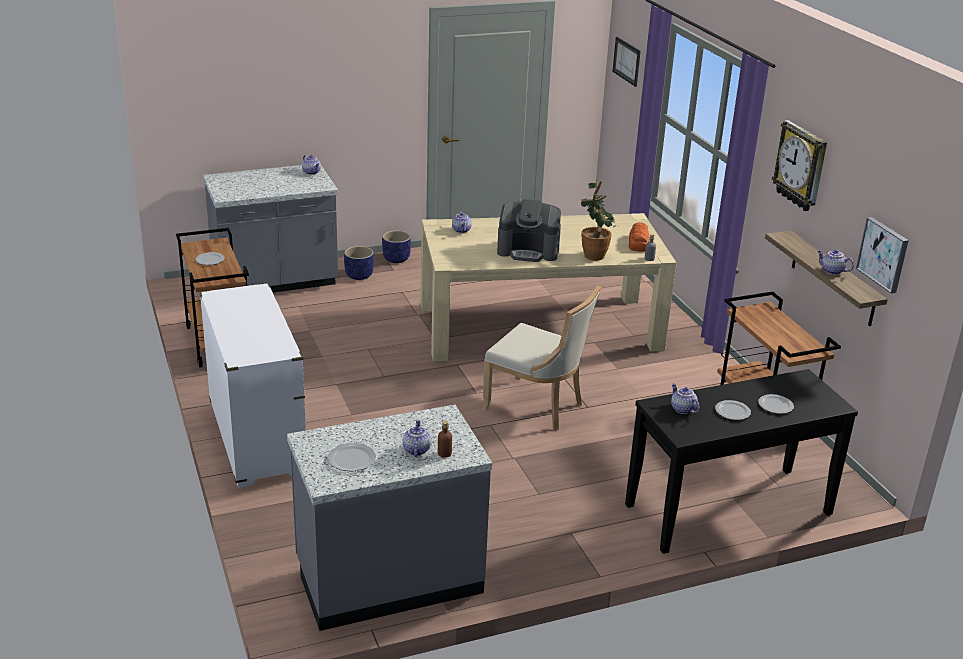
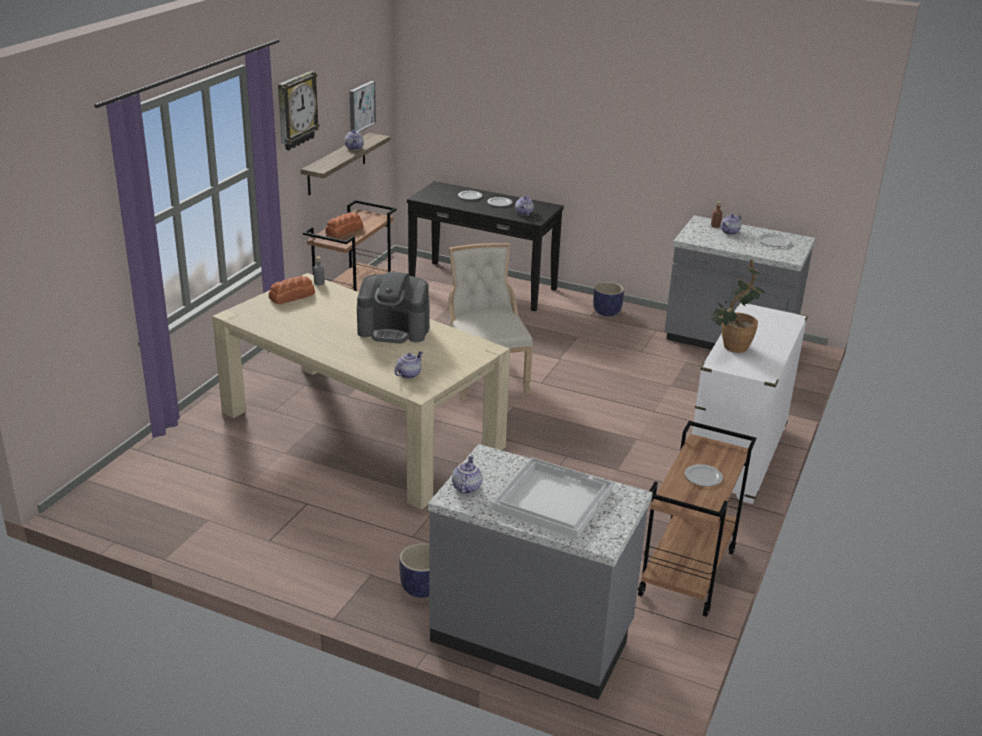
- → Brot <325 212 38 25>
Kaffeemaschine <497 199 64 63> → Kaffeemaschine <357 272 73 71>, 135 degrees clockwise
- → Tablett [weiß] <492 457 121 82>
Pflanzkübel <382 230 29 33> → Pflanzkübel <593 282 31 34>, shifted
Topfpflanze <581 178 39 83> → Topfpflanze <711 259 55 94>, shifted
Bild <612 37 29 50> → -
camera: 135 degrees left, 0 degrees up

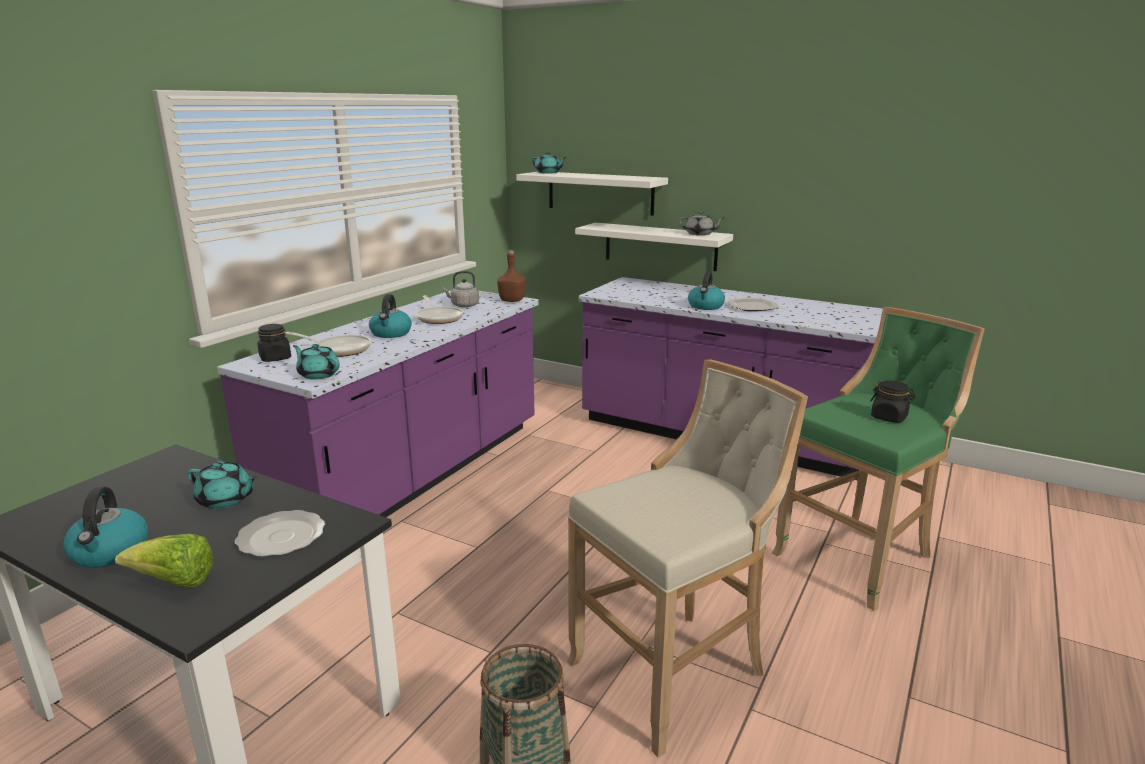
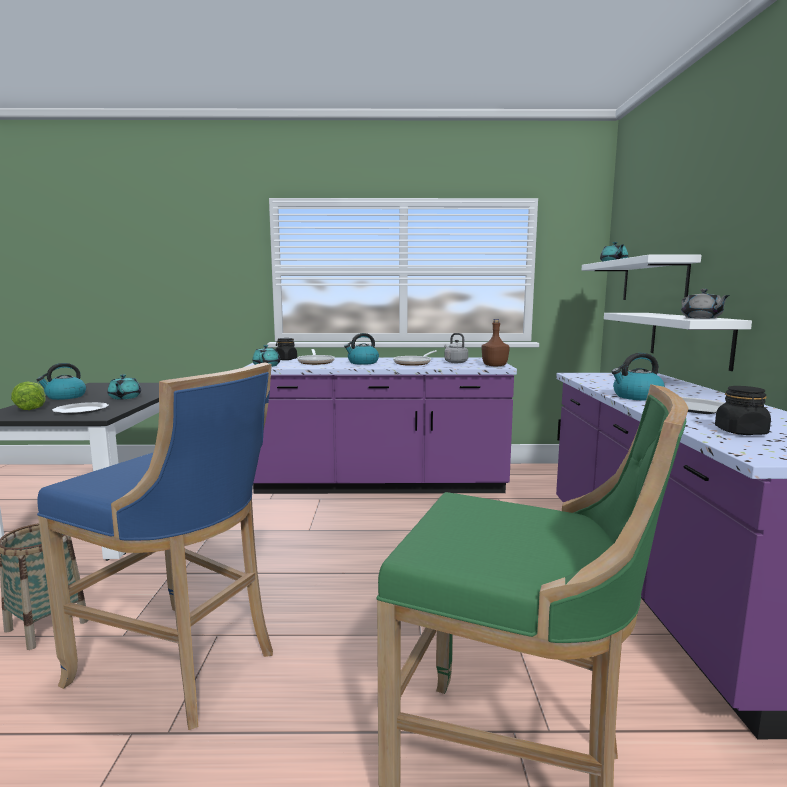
Hocker [beige] <567 359 241 399> → Hocker [blau] <37 362 236 368>
Vorratsglas [schwarz] <870 380 45 43> → Vorratsglas [schwarz] <715 386 56 49>, shifted
camera: 60 degrees right, 10 degrees down

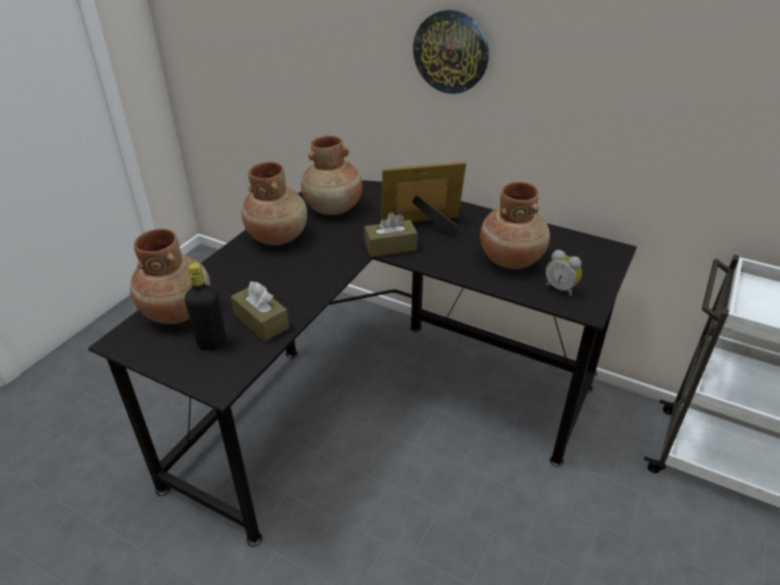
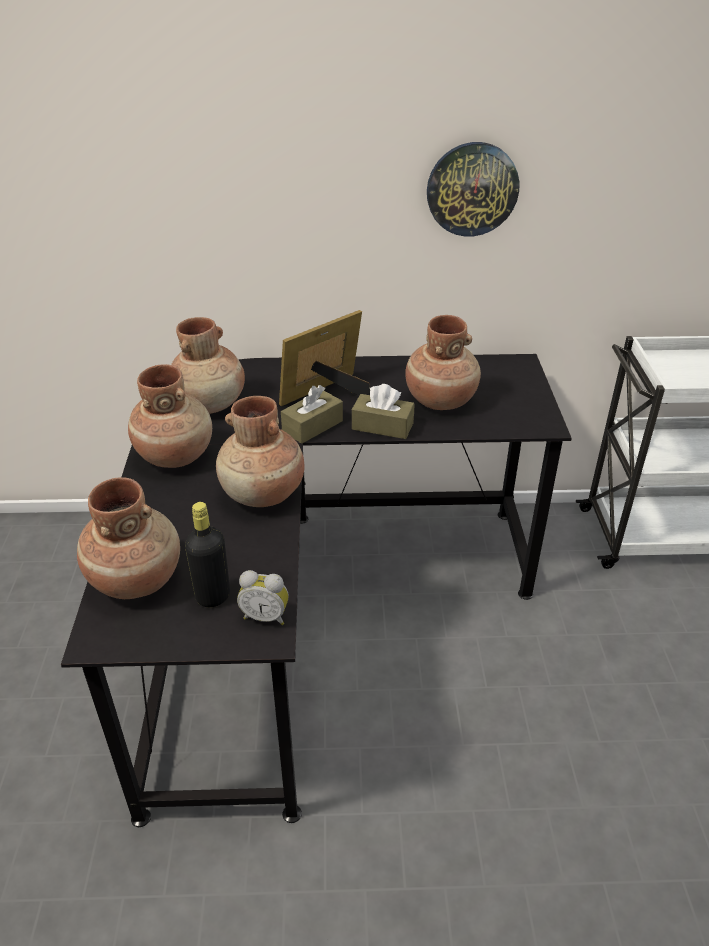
- → Vase [braun] <216 396 88 111>
Wecker <545 250 37 47> → Wecker <237 570 52 55>, shifted
Taschentuchbox [braun] <231 281 59 60> → Taschentuchbox [braun] <352 384 63 55>, shifted
Wanduhr <413 10 76 84> → Wanduhr <427 142 92 94>, shifted
camera: 30 degrees left, 0 degrees up

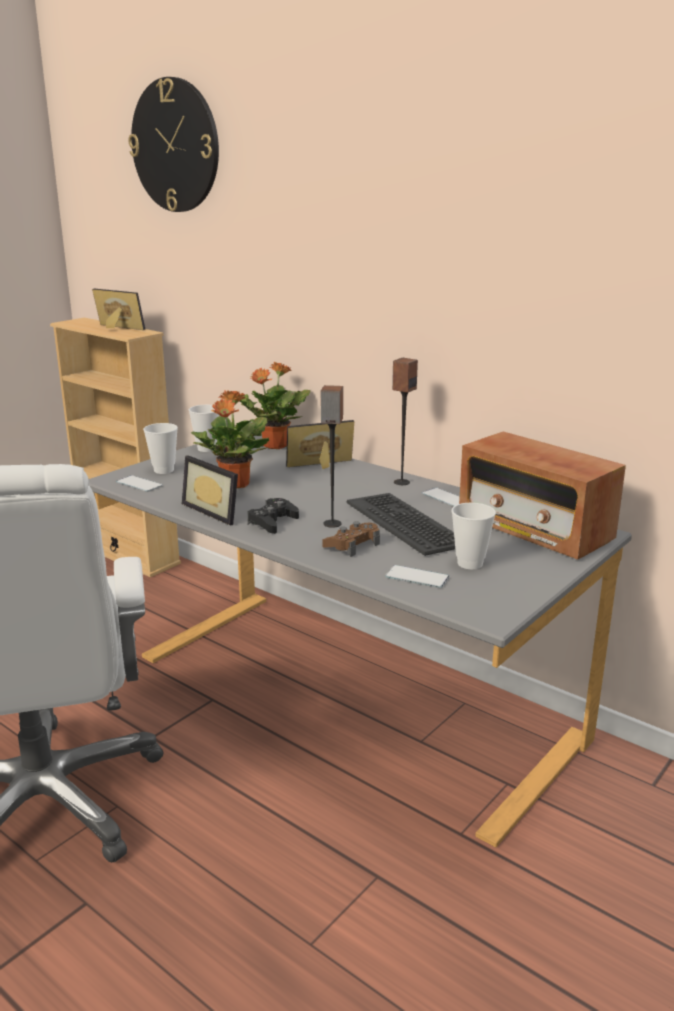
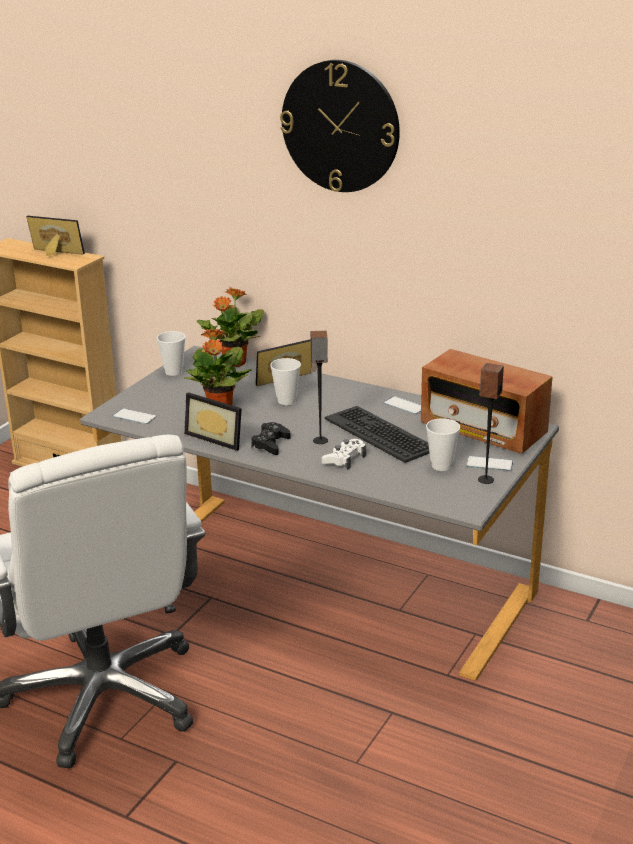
Tasse <143 423 35 51> → Tasse <270 358 31 47>, shifted
Wanduhr <129 77 90 135> → Wanduhr <280 60 120 132>, shifted
Gamepad [braun] <322 521 58 36> → Gamepad [weiß] <322 439 44 31>
Handy <385 565 64 23> → Handy <466 456 47 15>, shifted
Lautsprecher <392 358 26 127> → Lautsprecher <478 363 26 121>, shifted
camera: 10 degrees left, 5 degrees up

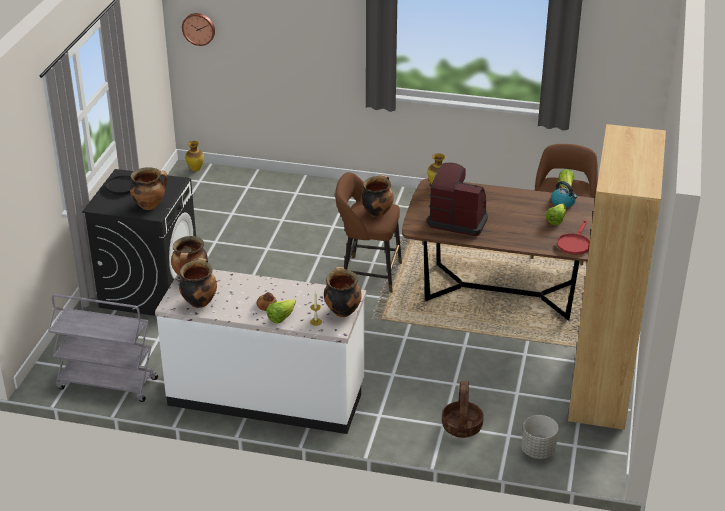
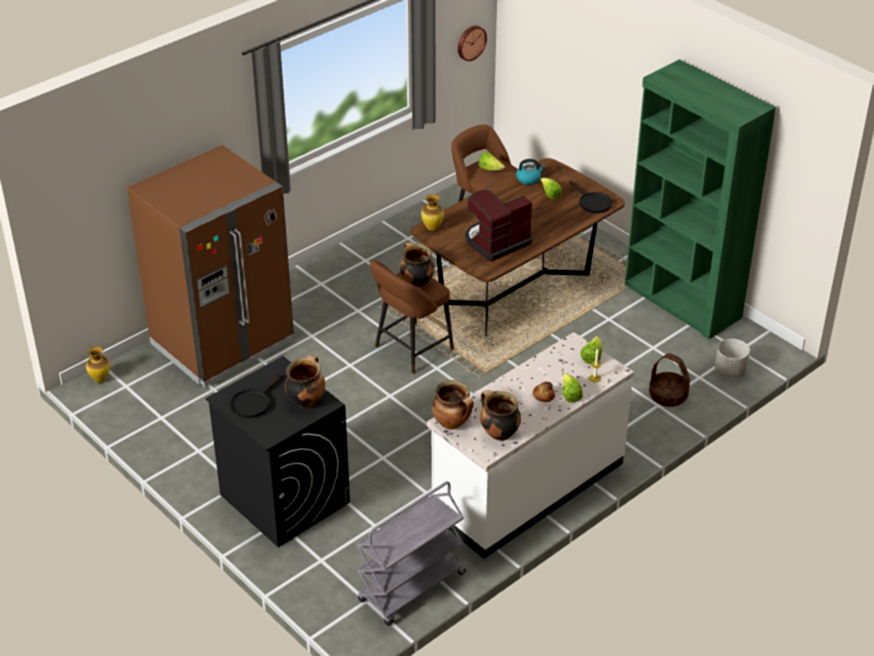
- → Kühlschrank [braun] <127 145 167 243>
Wanduhr <182 13 33 33> → Wanduhr <458 26 29 35>, shifted
Pfanne [rot] <557 220 33 35> → Pfanne [schwarz] <569 181 43 32>
Kochtopf <324 267 38 50> → Salatkopf <580 336 22 28>
Bücherregal [braun] <568 124 98 306> → Bücherregal [grün] <625 59 151 280>
camera: 55 degrees left, 5 degrees up

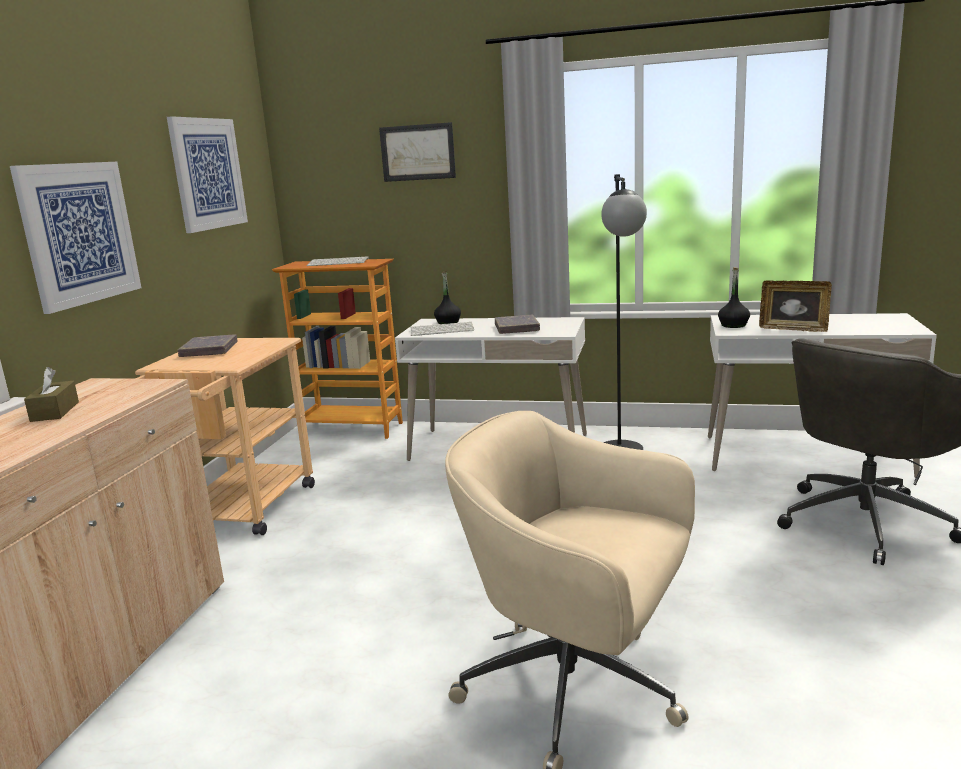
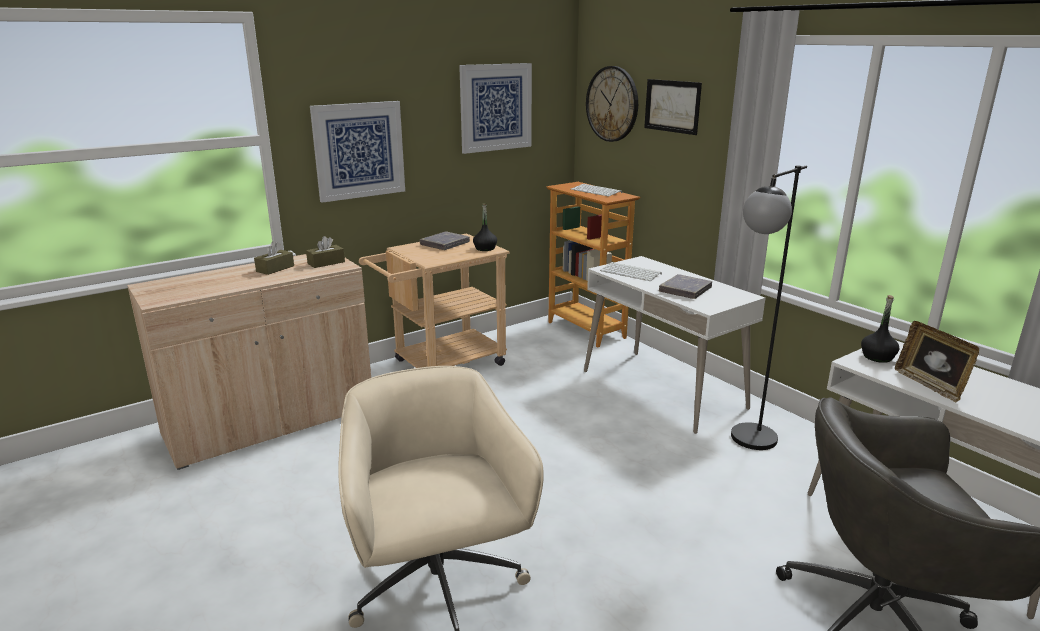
- → Taschentuchbox [braun] <306 236 39 32>
Flasche [schwarz] <434 271 27 53> → Flasche [schwarz] <473 203 24 48>, shifted
- → Wanduhr <586 66 52 76>
camera: 40 degrees right, 5 degrees up

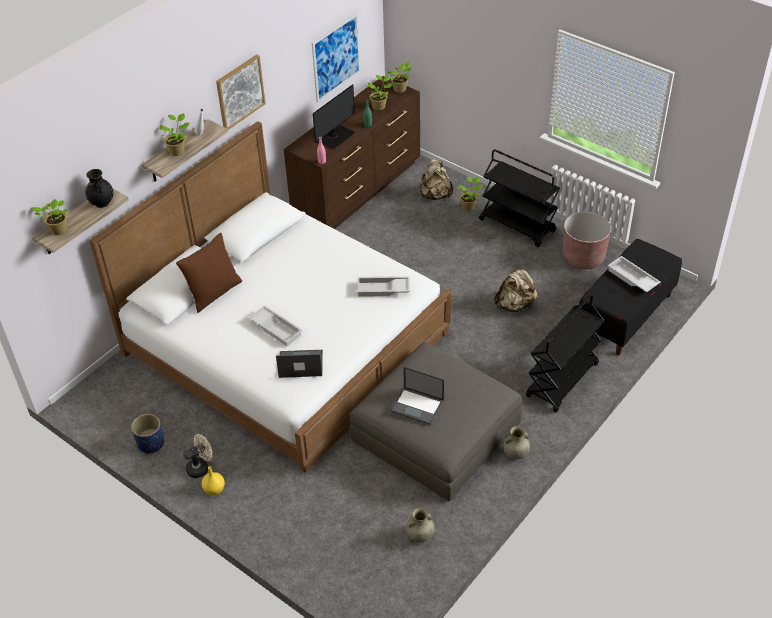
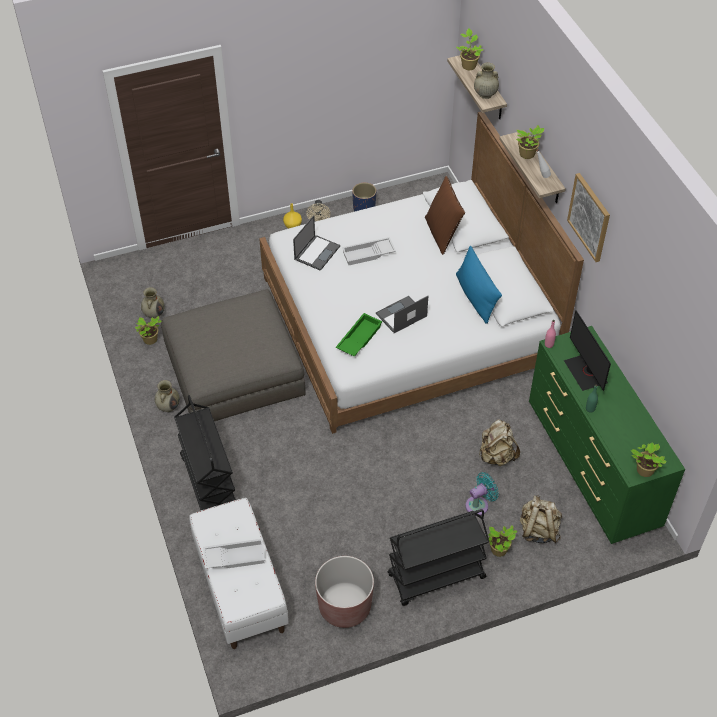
Topfpflanze <367 75 25 35> → Topfpflanze <135 316 26 29>, shifted
Bank [schwarz] <579 239 103 116> → Bank [weiß] <189 498 100 151>
Tablett [weiß] <357 276 53 21> → Tablett [grün] <336 313 46 44>
Laptop <390 367 54 58> → Laptop <376 296 52 37>, shifted
- → Kissen [blau] <456 246 46 78>
- → Ventilator [türkis] <465 472 34 44>
Vase [schwarz] <85 169 28 39> → Vase [beige] <474 62 25 37>
Rucksack [beige] <494 266 43 46> → Rucksack [beige] <479 419 41 47>, shifted
Kommode [braun] <284 76 136 153> → Kommode [grün] <529 326 156 218>
Bild <312 13 49 90> → -
camera: 120 degrees right, 5 degrees up

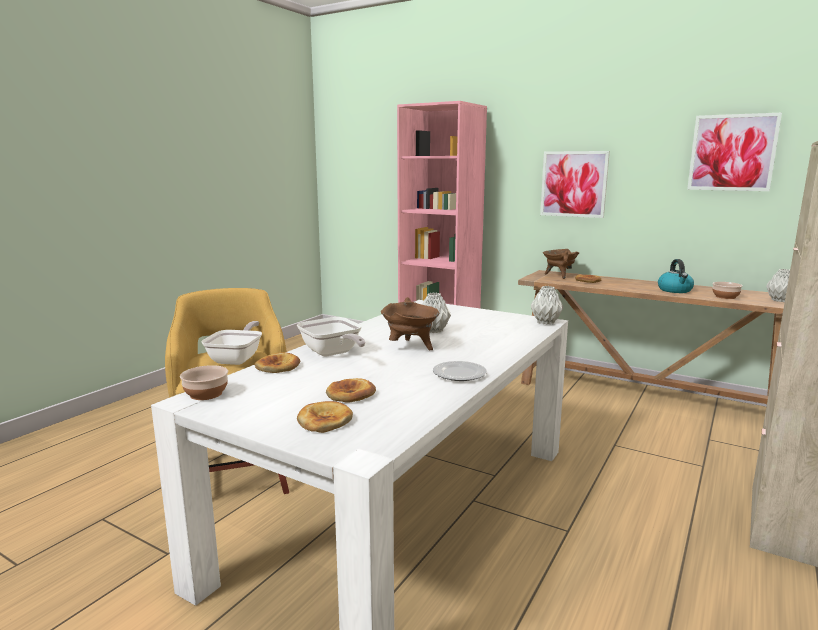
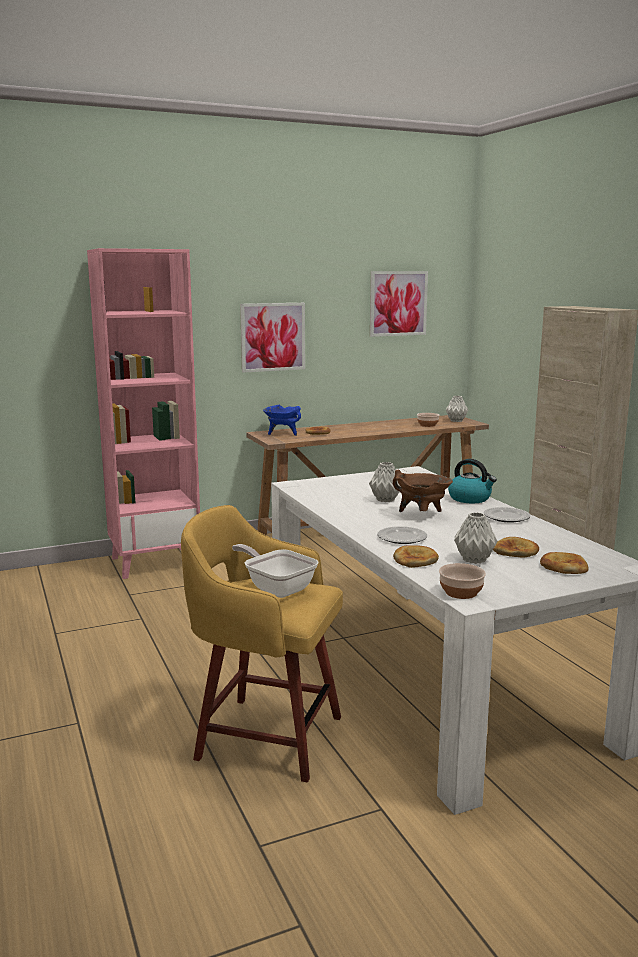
Kochtopf [braun] <543 249 36 30> → Kochtopf [blau] <263 405 38 31>
Pfanne <297 317 69 39> → Teller <377 526 50 18>
Wasserkessel <658 259 36 34> → Wasserkessel <448 459 49 44>, shifted
Vase [grau] <531 286 33 38> → Vase [grau] <454 512 44 52>, shifted
camera: 55 degrees left, 0 degrees up

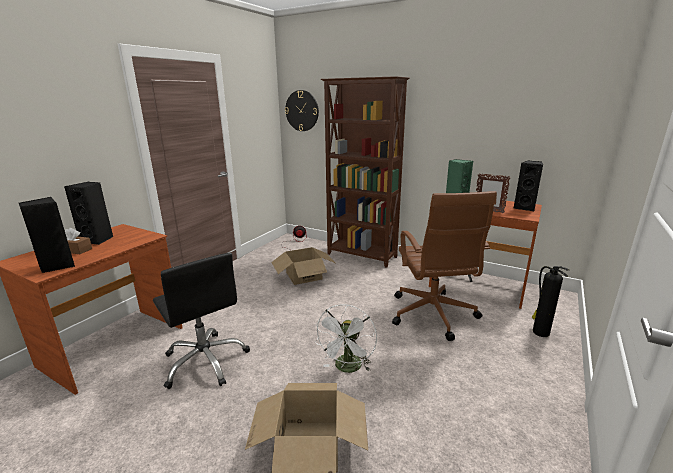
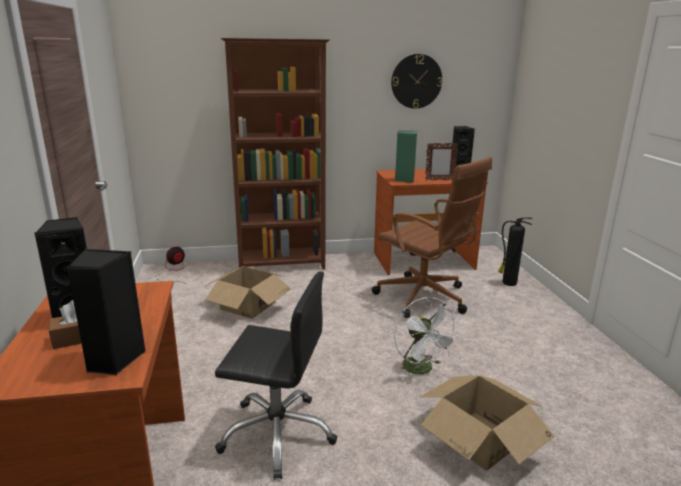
Wanduhr <285 90 34 41> → Wanduhr <391 54 51 55>, shifted
camera: 40 degrees left, 0 degrees up

